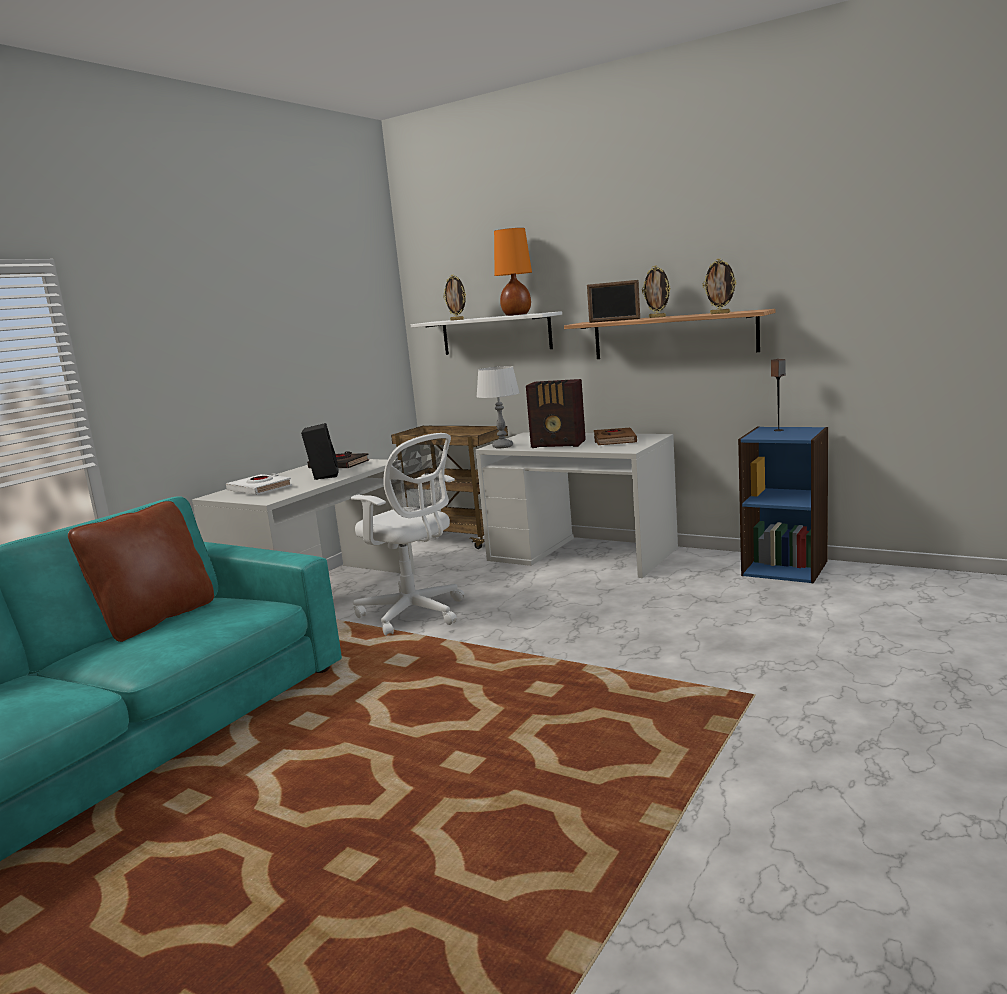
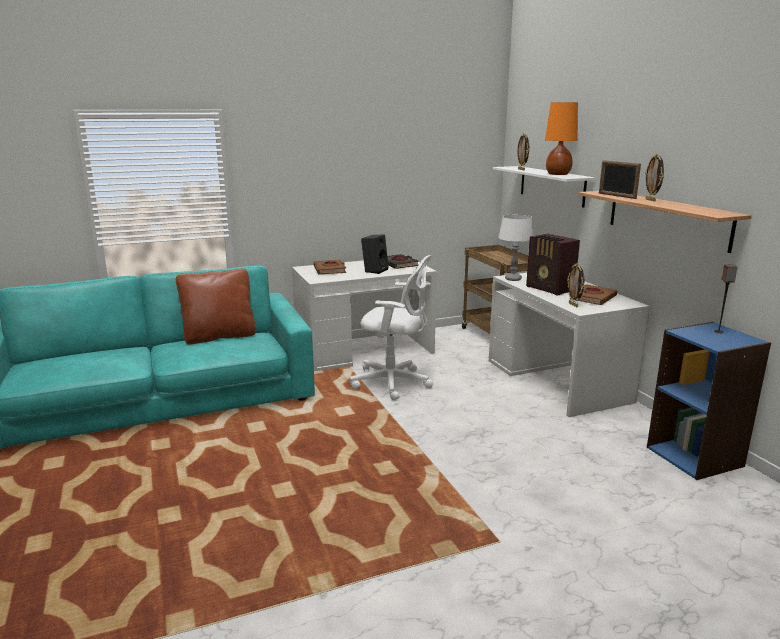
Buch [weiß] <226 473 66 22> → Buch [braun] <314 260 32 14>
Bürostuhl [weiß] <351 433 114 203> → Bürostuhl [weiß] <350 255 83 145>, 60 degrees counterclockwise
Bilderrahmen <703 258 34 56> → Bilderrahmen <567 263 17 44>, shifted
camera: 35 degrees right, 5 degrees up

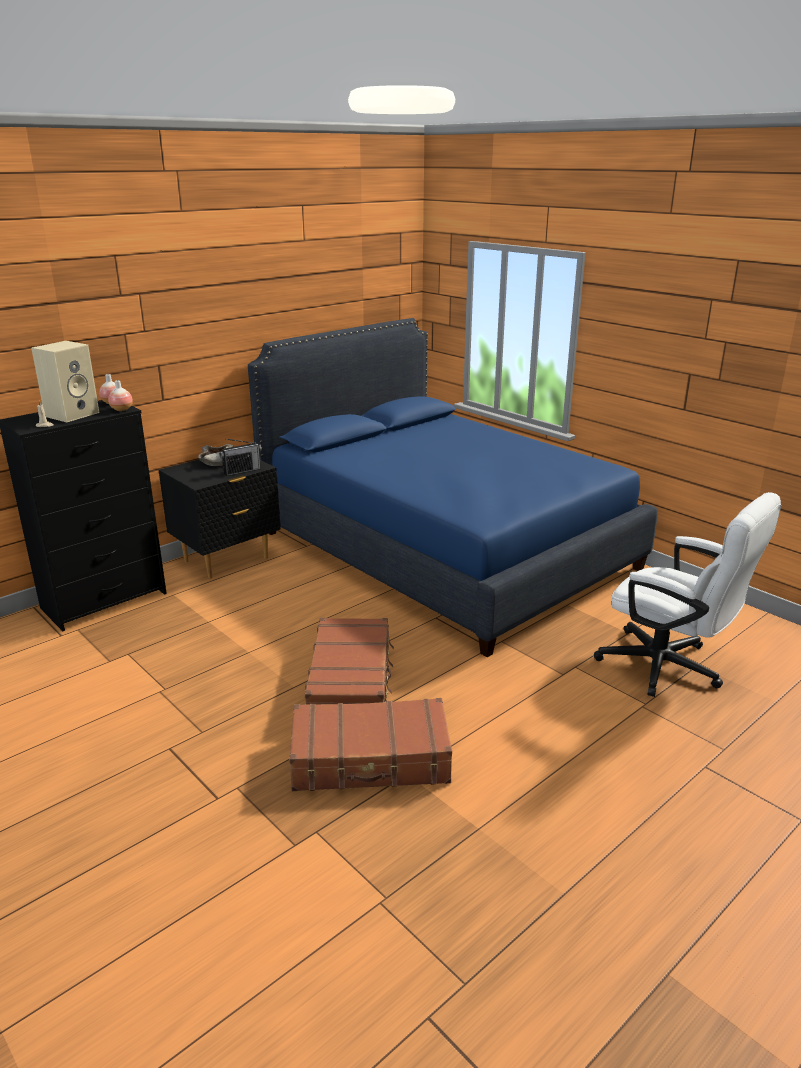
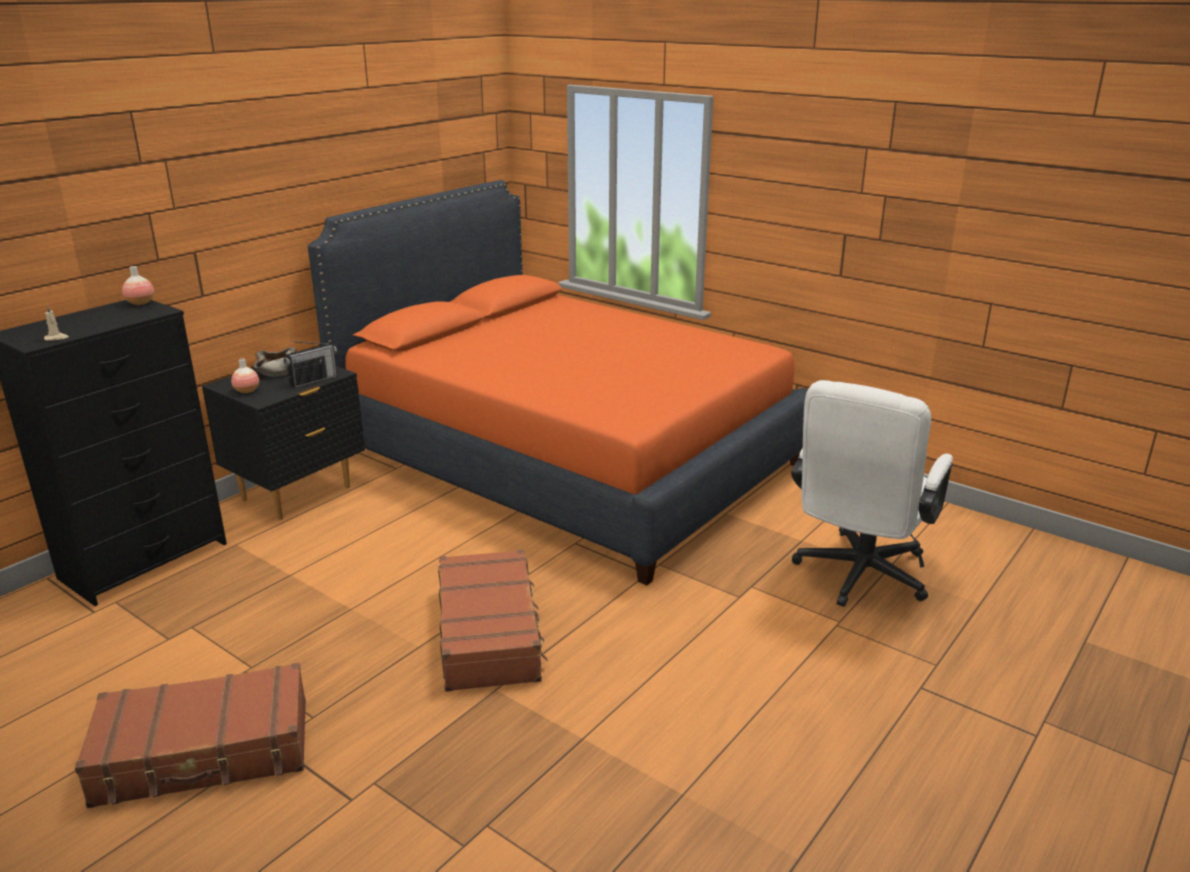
Koffer [braun] <289 698 163 93> → Koffer [braun] <75 663 231 145>, shifted
Vase <108 380 25 31> → Vase <231 358 28 35>, shifted
Bett [blau] <248 318 410 339> → Bett [orange] <308 180 500 405>
Bürostuhl [weiß] <594 492 187 205> → Bürostuhl [weiß] <791 380 162 227>, 90 degrees clockwise
Lautsprecher [beige] <31 341 68 81> → -
camera: 10 degrees left, 0 degrees up

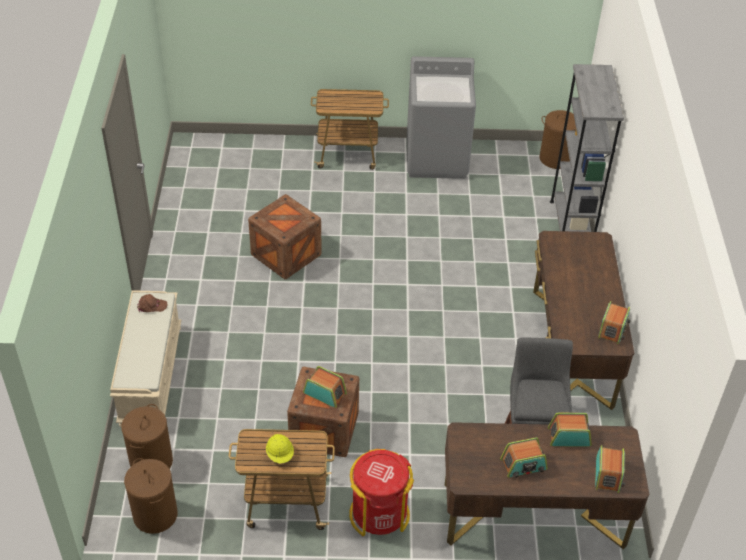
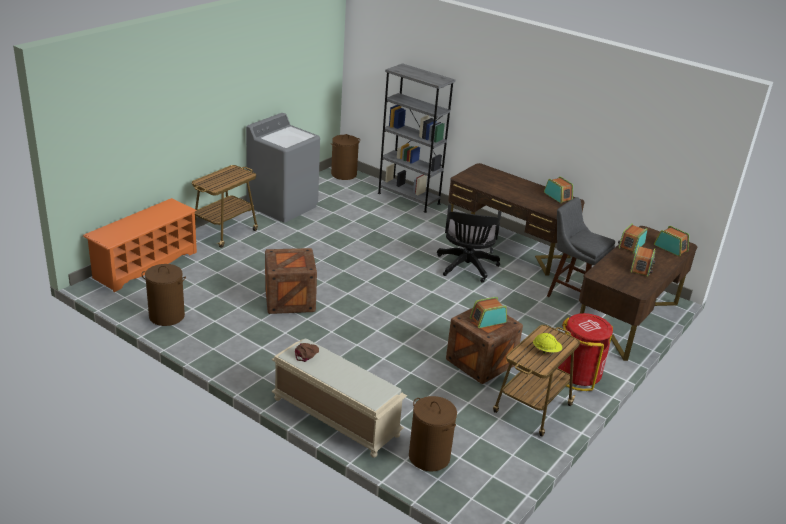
- → Schuhregal [orange] <83 198 114 94>
Wäschekorb [braun] <124 458 54 76> → Wäschekorb [braun] <141 264 45 62>, shifted
- → Bürostuhl [schwarz] <437 204 64 79>
camera: 55 degrees left, 15 degrees down

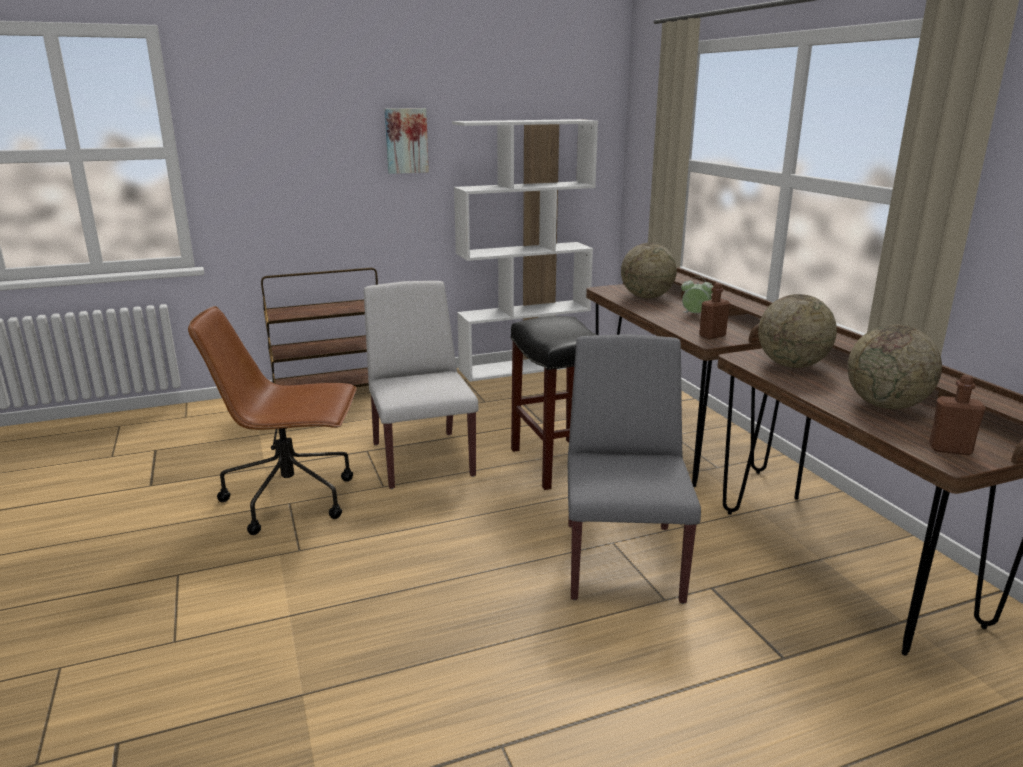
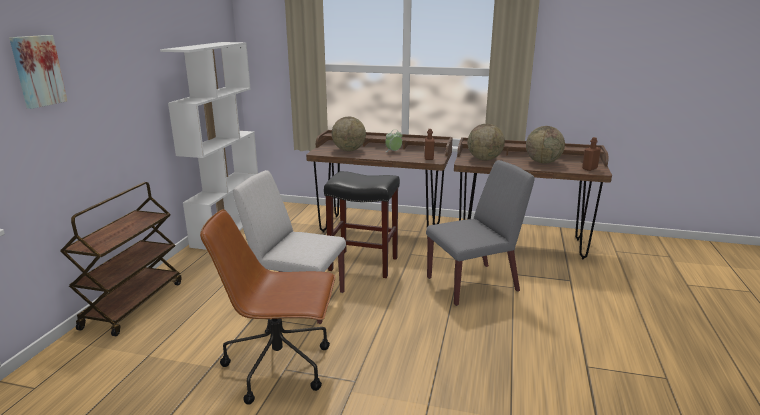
Bild <385 108 44 66> → Bild <9 35 58 74>, shifted
Bürostuhl [braun] <188 306 169 229> → Bürostuhl [braun] <200 209 136 196>, 60 degrees clockwise
Stuhl [grau] <568 334 133 270> → Stuhl [grau] <426 160 109 146>, 120 degrees clockwise
camera: 55 degrees left, 0 degrees up

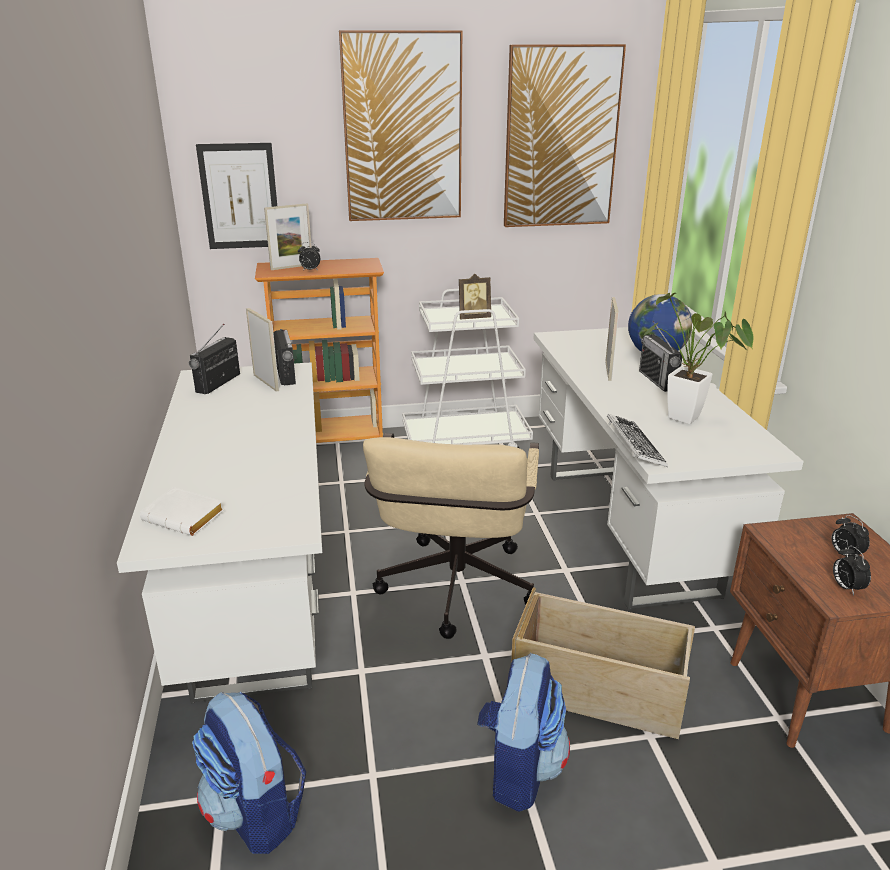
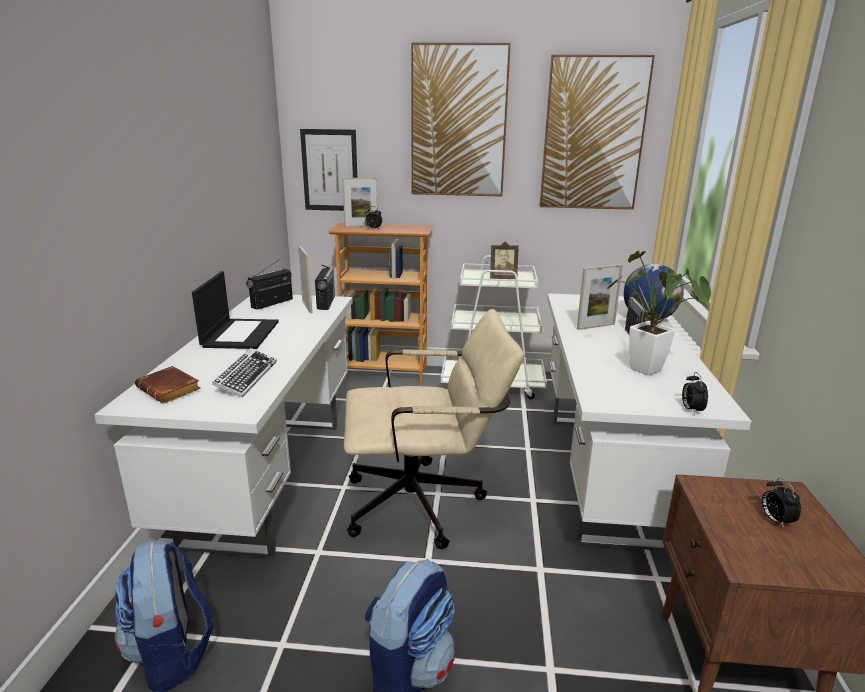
Buch [weiß] <140 487 84 49> → Buch [braun] <135 366 66 38>
- → Laptop <192 271 87 78>
Tastatur <607 414 61 53> → Tastatur <212 348 65 50>, shifted
Bürostuhl [beige] <363 433 176 206> → Bürostuhl [beige] <344 309 180 240>, 120 degrees counterclockwise
Bilderrahmen <605 297 14 84> → Bilderrahmen <577 264 46 66>, 45 degrees clockwise
Wecker <833 545 38 51> → Wecker <682 372 26 43>, shifted
Aufbewahrungsbox [beige] <511 587 184 152> → -
camera: 15 degrees right, 5 degrees down

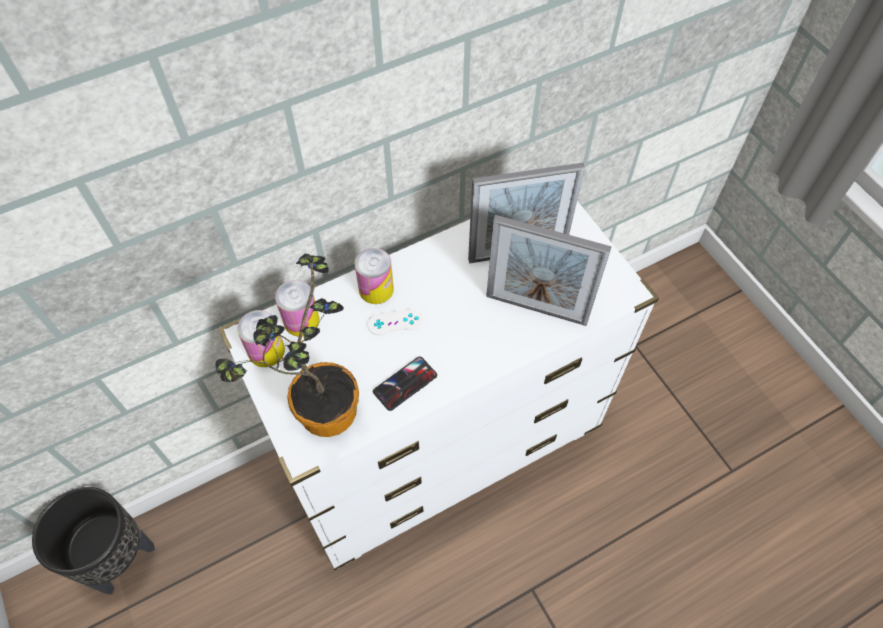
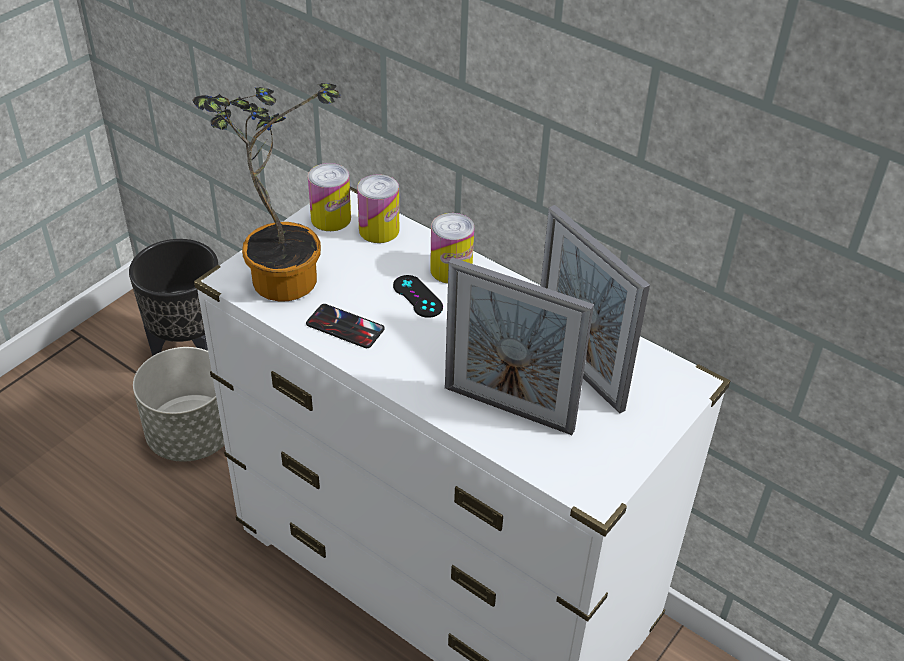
- → Pflanzkübel [grau] <133 347 92 115>
Gamepad [weiß] <368 309 55 26> → Gamepad [schwarz] <393 275 50 43>
Bilderrahmen <486 215 126 111> → Bilderrahmen <445 257 149 178>, 60 degrees counterclockwise
camera: 65 degrees right, 15 degrees down

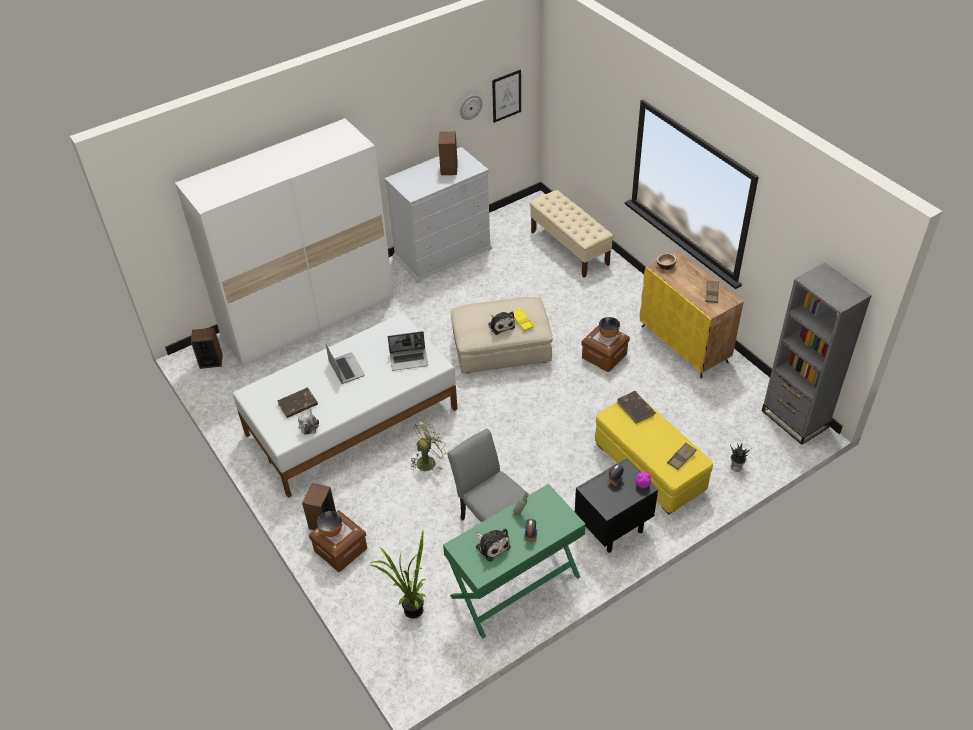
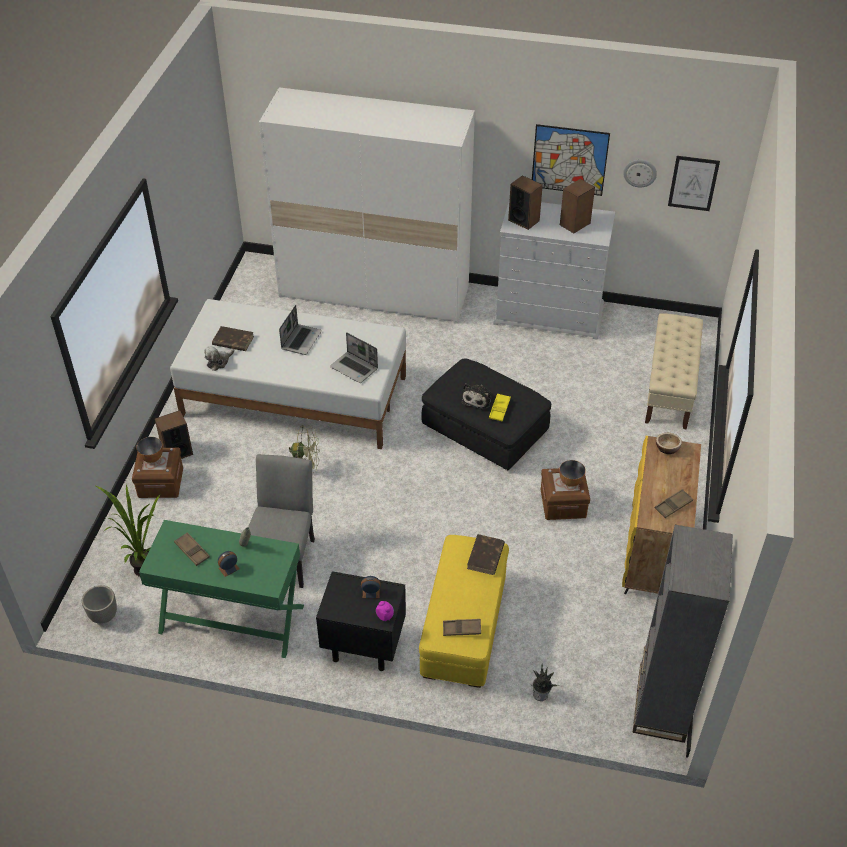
- → Pflanzkübel <82 585 35 39>
Plüschtier <475 528 36 34> → Tablett [braun] <174 532 36 34>
Polsterhocker [beige] <451 297 102 77> → Polsterhocker [schwarz] <421 358 130 112>
Lautsprecher <191 328 32 41> → Lautsprecher <508 175 35 55>, shifted
- → Bild <532 124 78 72>
camera: 45 degrees right, 0 degrees up

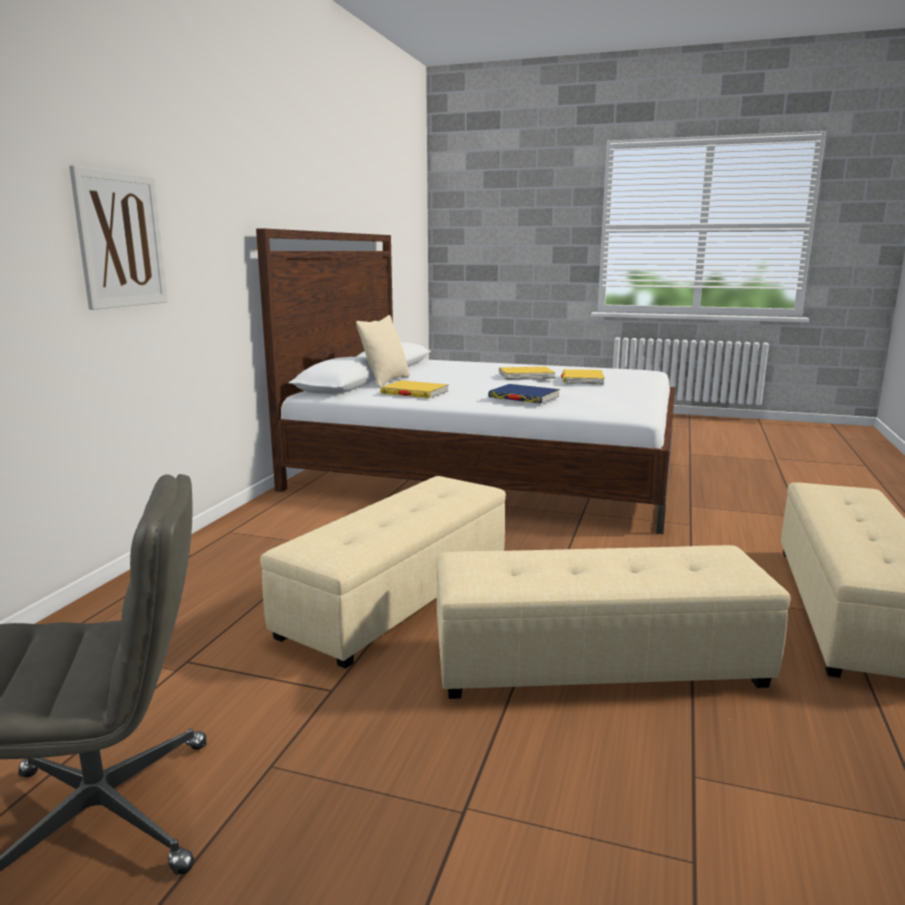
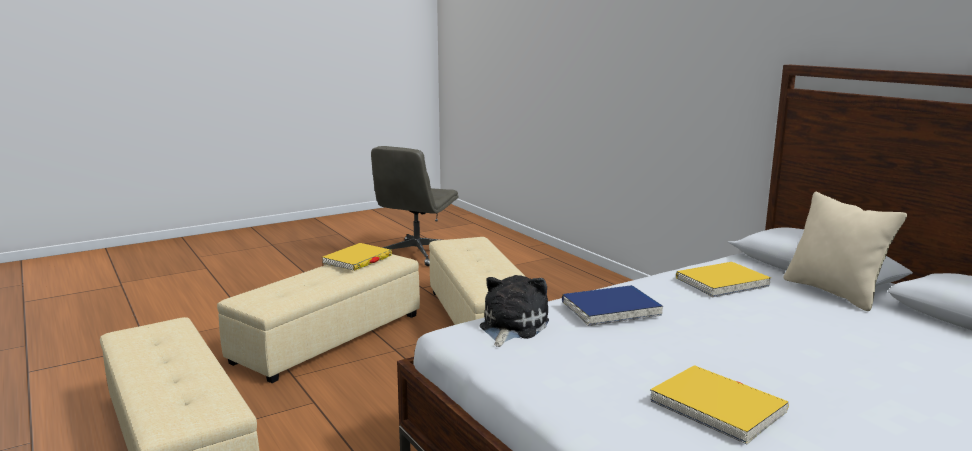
Buch [gelb] <499 367 56 13> → Buch [gelb] <322 243 70 28>, shifted
- → Plüschtier <480 275 69 72>
Bild <69 165 99 145> → -
camera: 130 degrees right, 0 degrees up

